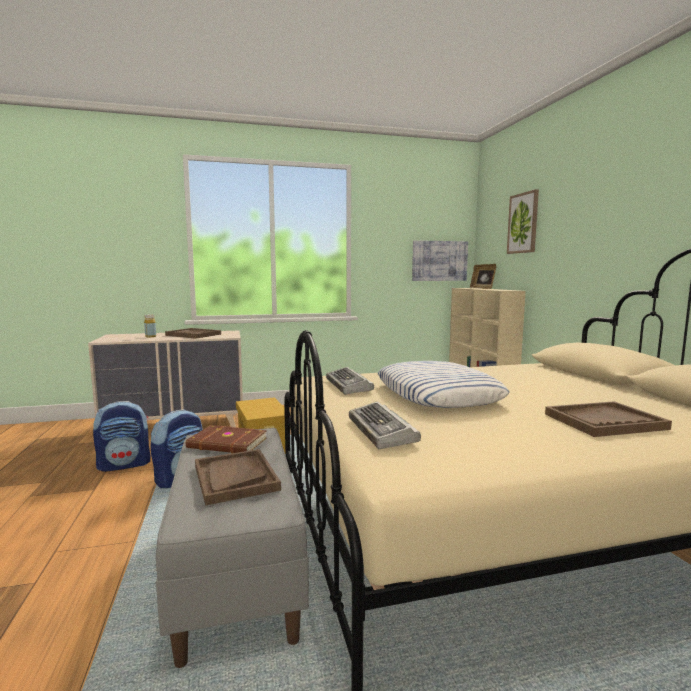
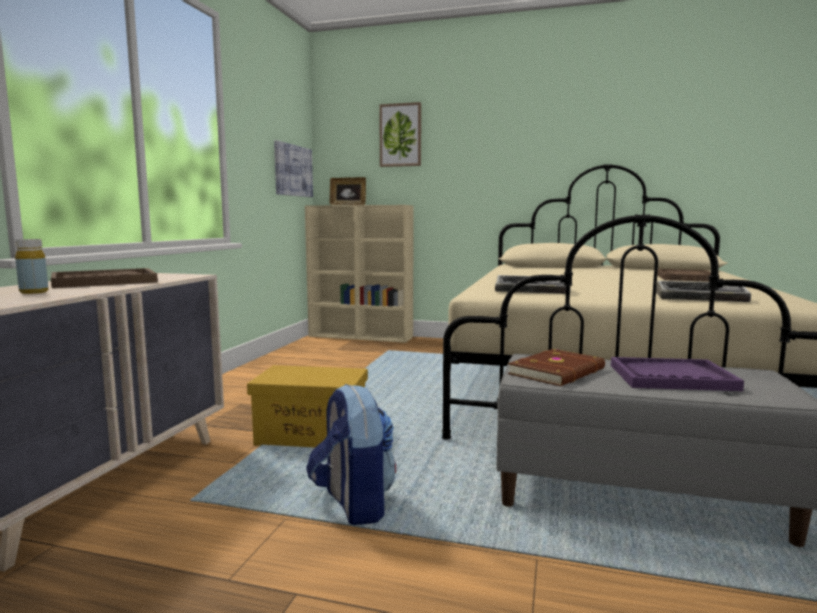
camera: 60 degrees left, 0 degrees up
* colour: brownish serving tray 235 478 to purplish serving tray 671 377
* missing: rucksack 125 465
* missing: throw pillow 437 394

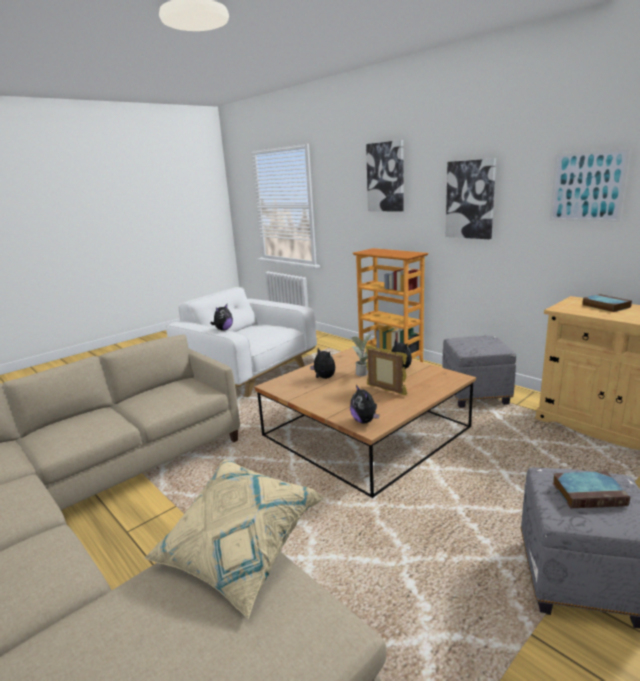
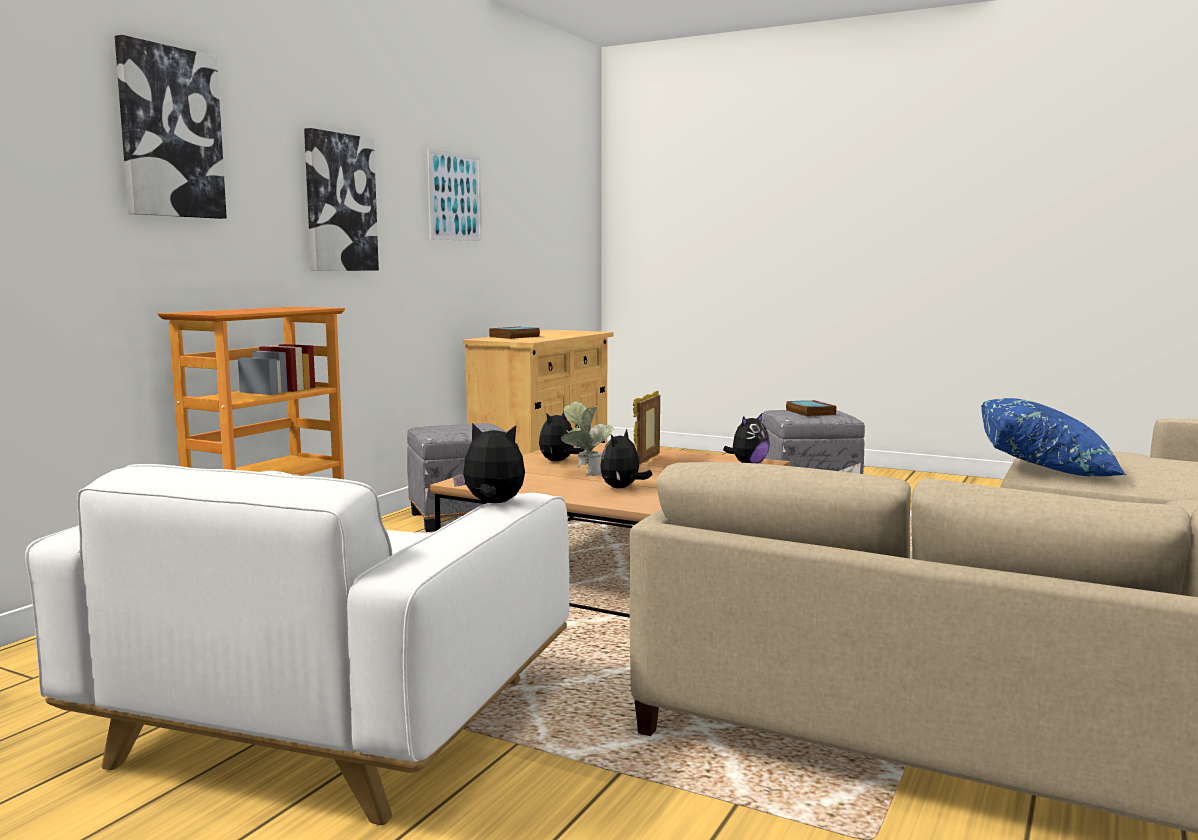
camera: 110 degrees left, 10 degrees down
* colour: sand-coloured throw pillow 236 553 to bluish throw pillow 1046 467

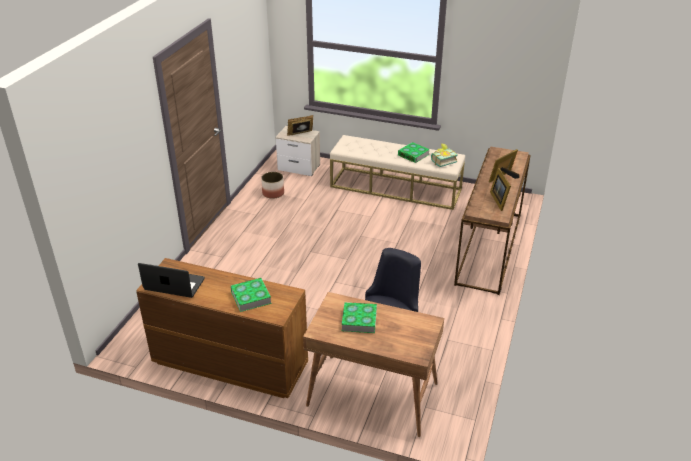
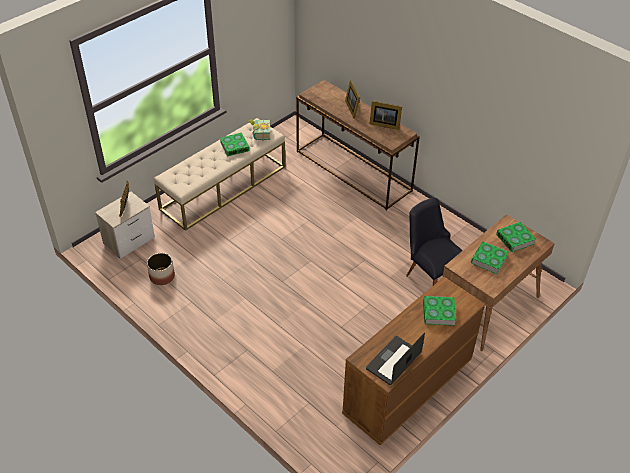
camera: 65 degrees left, 10 degrees up
* appeared: volume 515 239

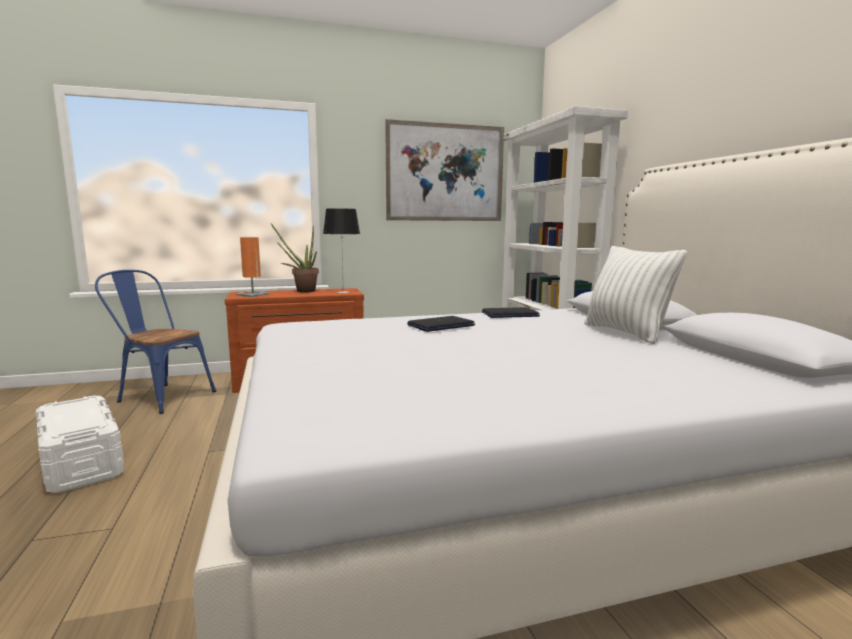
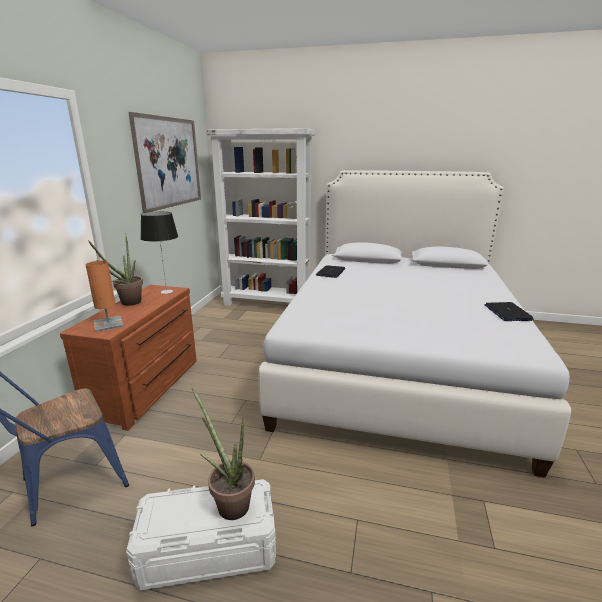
camera: 60 degrees left, 10 degrees up
* appeared: potted plant 229 502
* relocated: laptop 440 325 to 507 312
* missing: white-coloured throw pillow 626 333

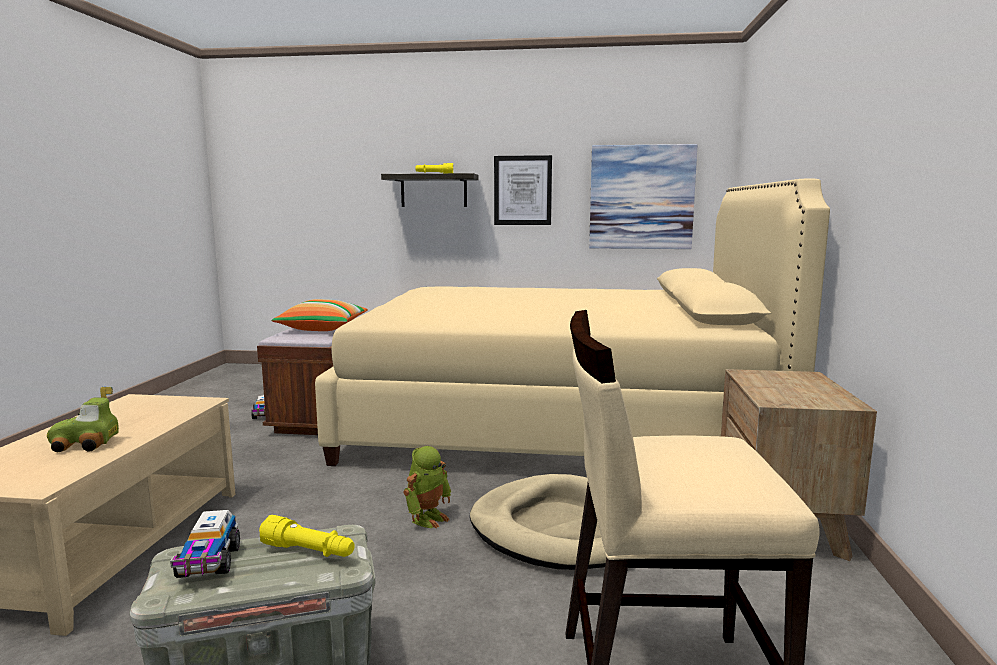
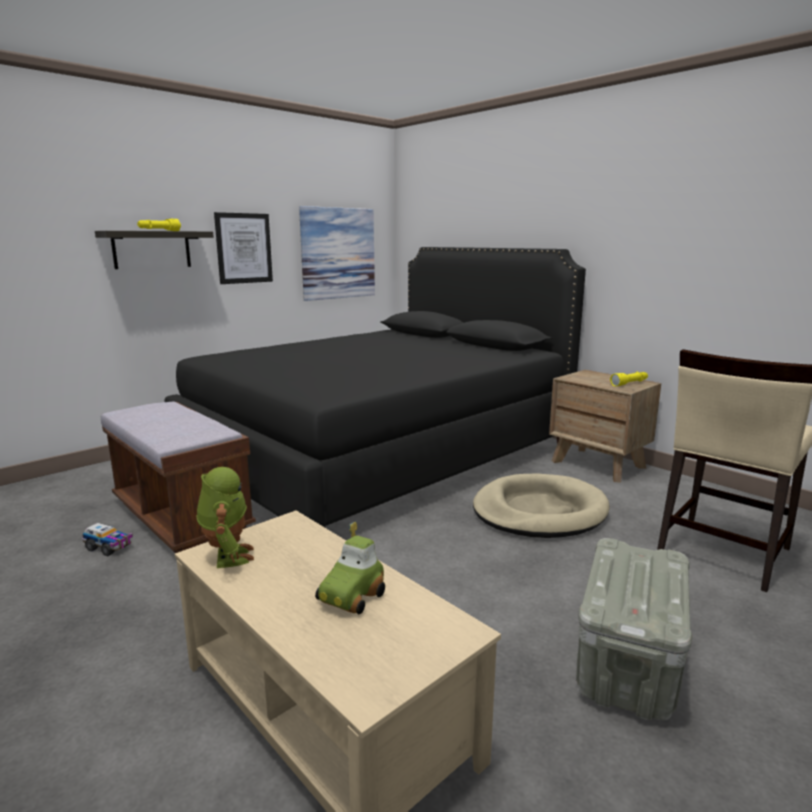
camera: 50 degrees left, 5 degrees up
* colour: sand-coloured sleeping bed 556 422 to black-coloured sleeping bed 379 453
* relocated: robot figure 428 518 to 227 556
* relocated: yellow-coloured torch 309 551 to 629 383
* missing: toy truck 208 562
* missing: throw pillow 322 328

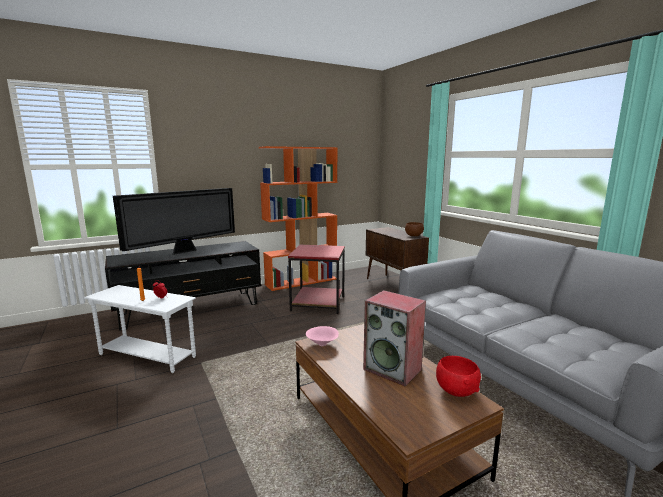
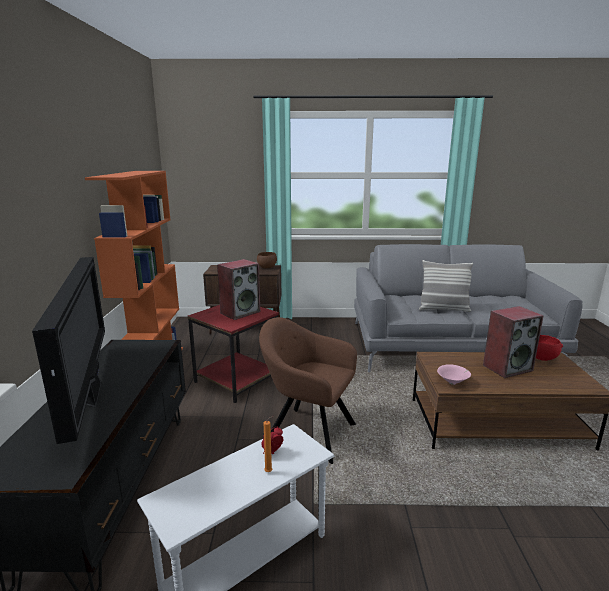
camera: 60 degrees left, 5 degrees up
* appeared: audio speaker 240 312
* appeared: brownish armchair 307 432
* appeared: throw pillow 443 309

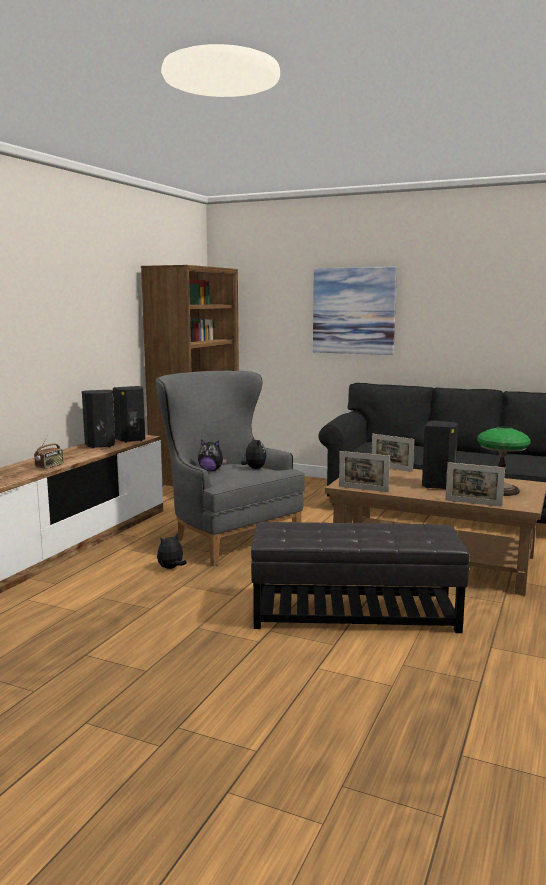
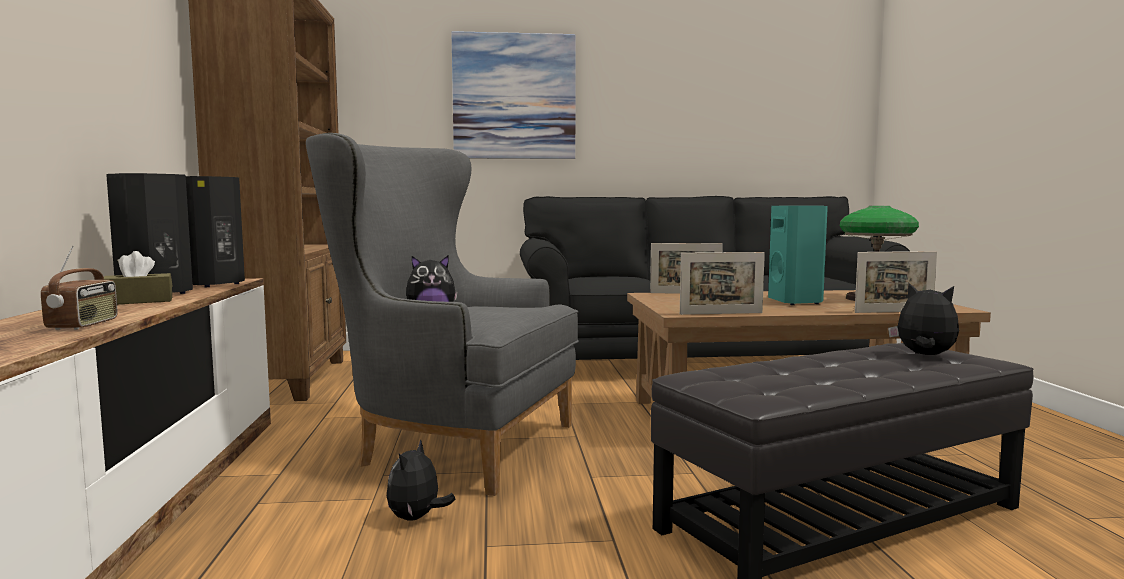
camera: 30 degrees left, 5 degrees down
* appeared: brownish tissue holder 138 301
* colour: black-coloured audio speaker 438 486 to turquoise-coloured audio speaker 797 302
* relocated: plush toy 254 468 to 924 355

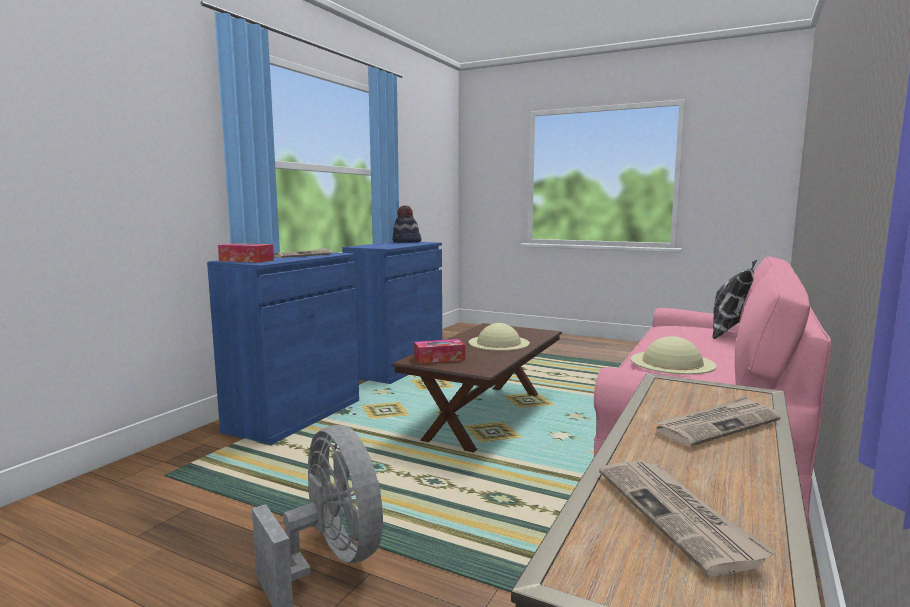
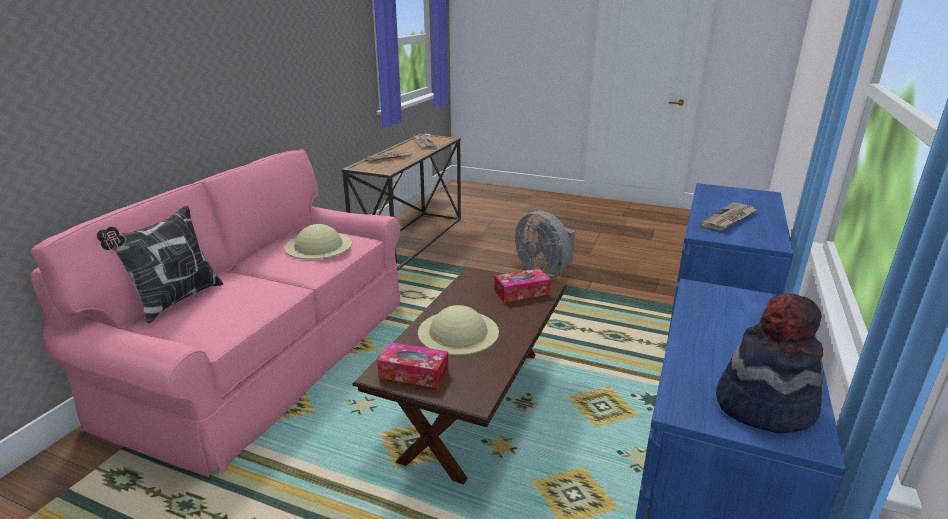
camera: 175 degrees right, 15 degrees up
* relocated: tissue holder 246 260 to 413 373

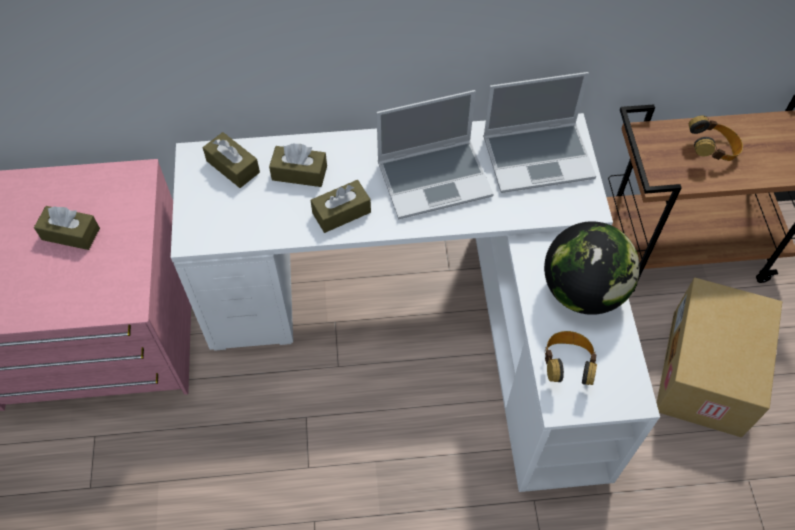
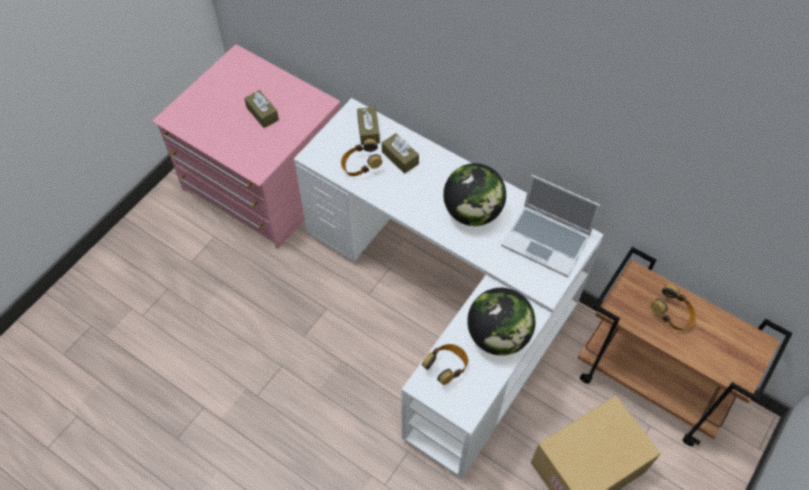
camera: 40 degrees right, 0 degrees up
* appeared: pair of headphones 360 166
* exchanged: laptop 435 178 to world globe 472 212
* missing: brownish tissue holder 341 212

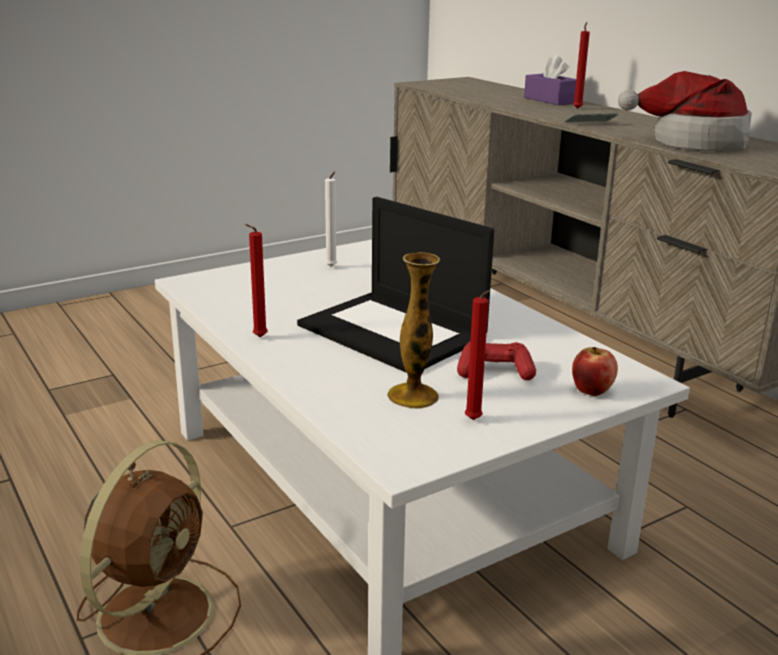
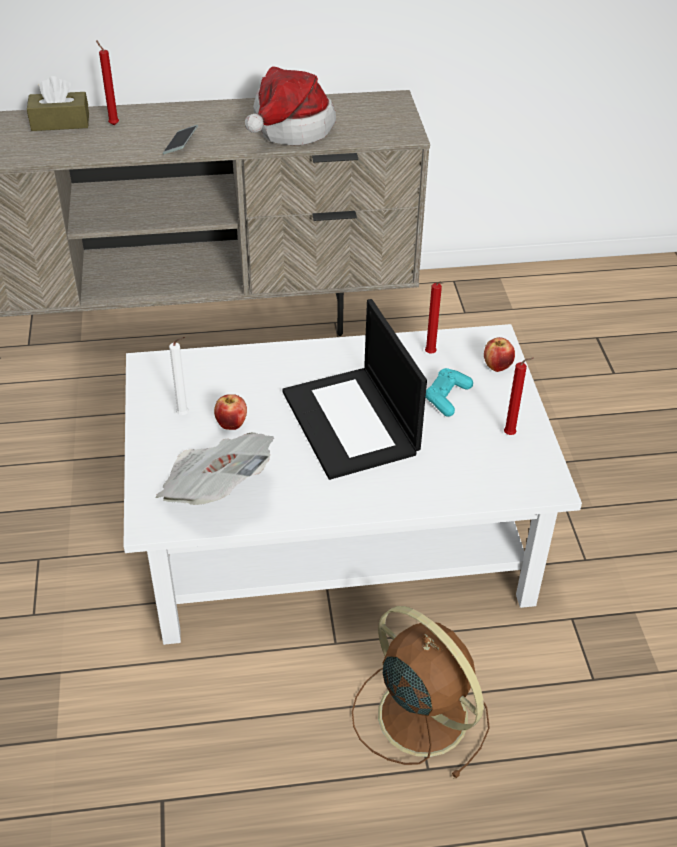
camera: 65 degrees left, 20 degrees up
* colour: purplish tissue holder 550 100 to brownish tissue holder 60 122
* appeared: printed paper 215 489
* appeared: whole apple 232 424
* spun: laptop 394 332 = 352 423 90 degrees clockwise
* relocated: red candle 258 338 to 431 354
* colour: red joypad 495 371 to turquoise-coloured joypad 447 397
* missing: vase 412 396

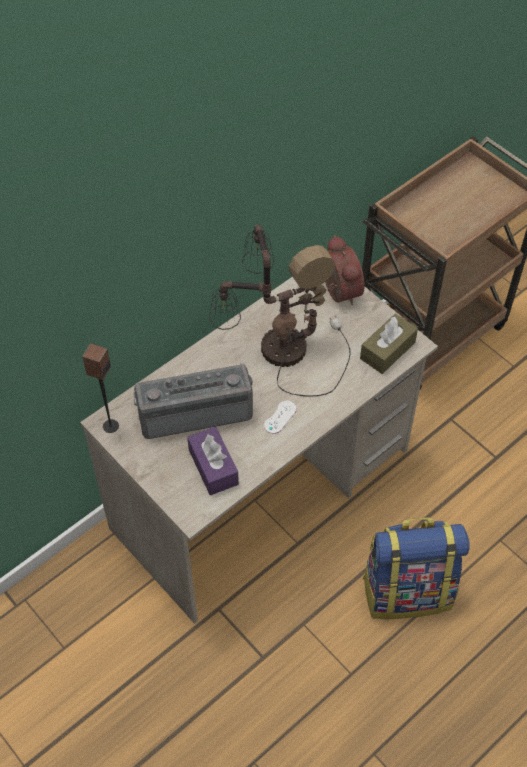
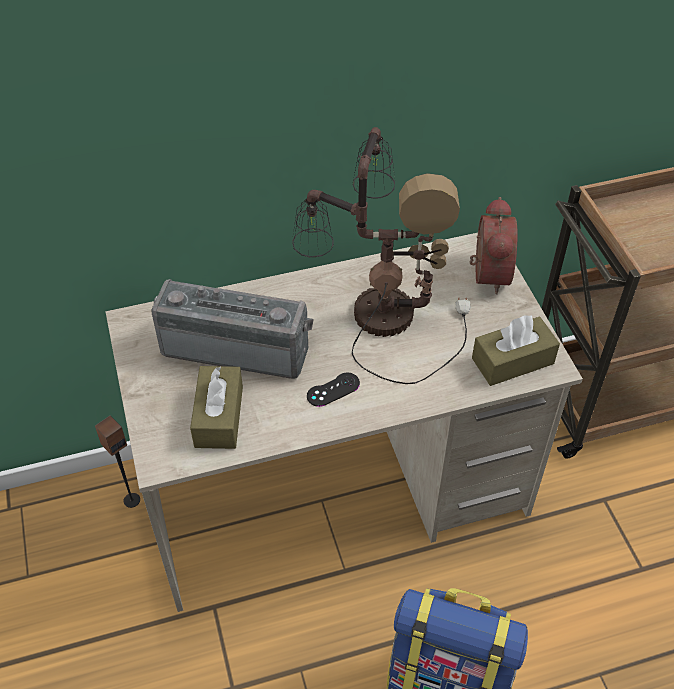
camera: 25 degrees right, 5 degrees down
* relocated: audio speaker 110 426 to 131 500
* colour: purplish tissue holder 213 467 to brownish tissue holder 219 416
* colour: white-coloured joypad 280 417 to black-coloured joypad 333 390

